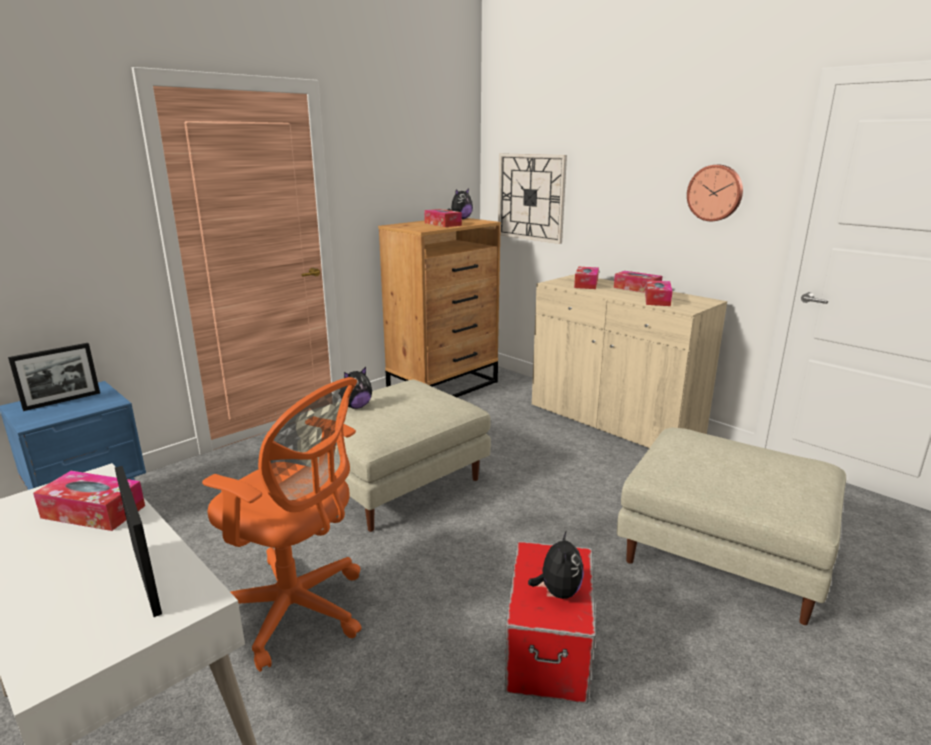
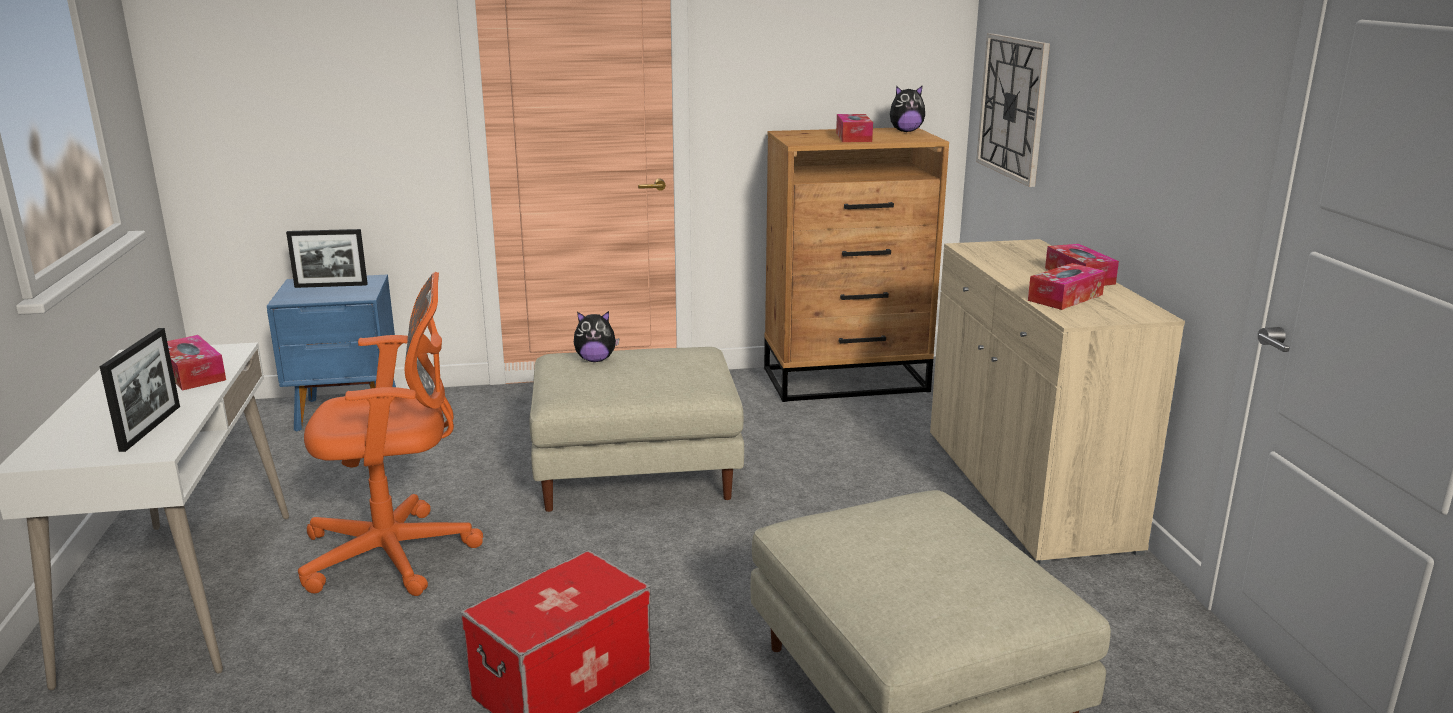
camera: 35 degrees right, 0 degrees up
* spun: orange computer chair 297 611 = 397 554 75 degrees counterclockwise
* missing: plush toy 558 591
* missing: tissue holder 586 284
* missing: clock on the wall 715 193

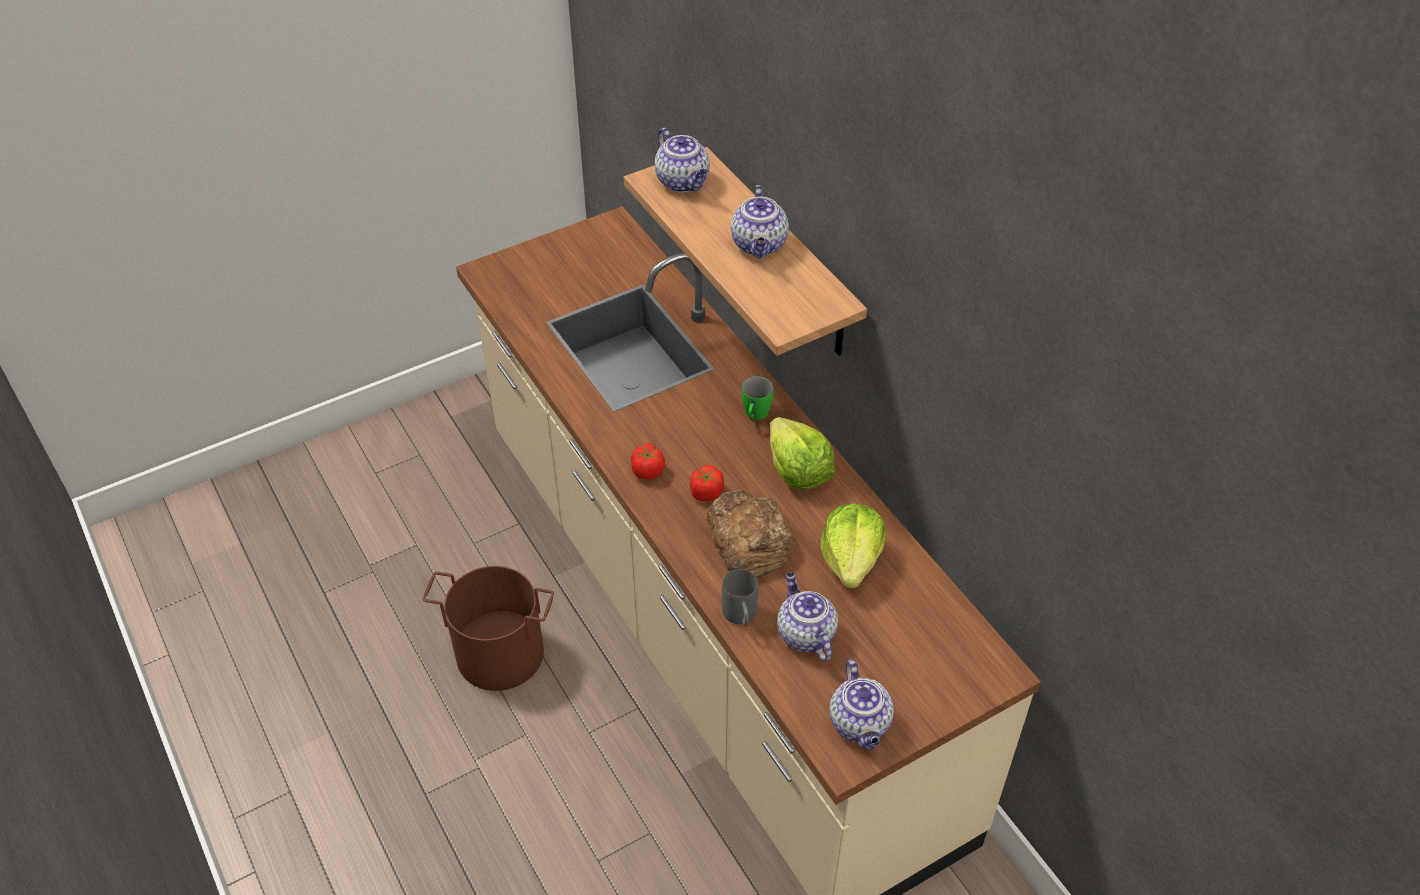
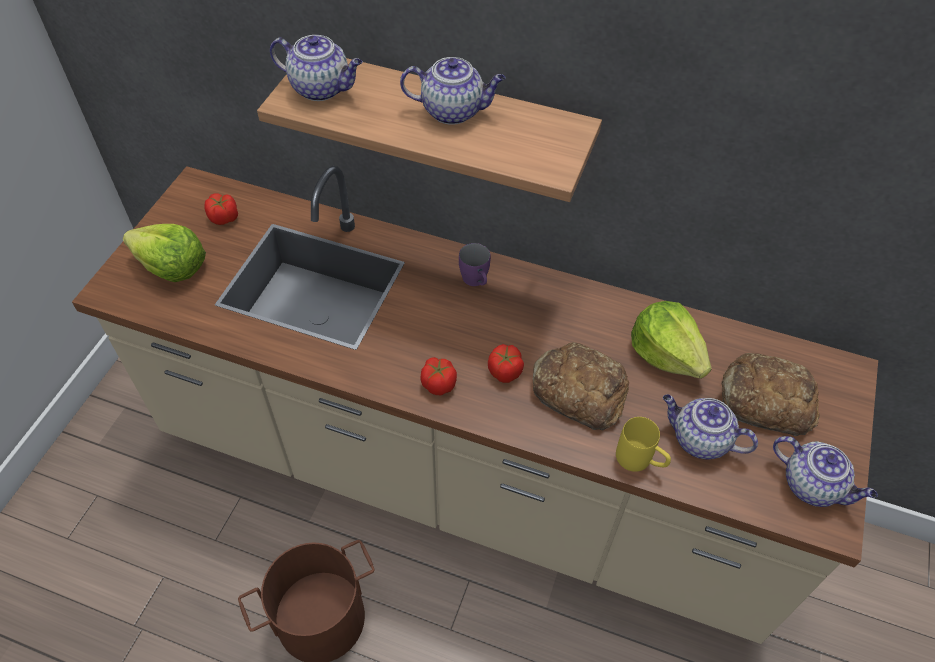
camera: 40 degrees left, 5 degrees up
* relocated: lettuce head 798 470 to 172 267
* appeared: fresh tomato 224 218
* spun: tea pot 759 245 = 454 111 45 degrees counterclockwise
* colour: green-coloured tea mug 755 415 to purplish tea mug 476 282
* colour: greyish tea mug 741 617 to yellow-coloured tea mug 640 461
* appeared: baked bread 765 399

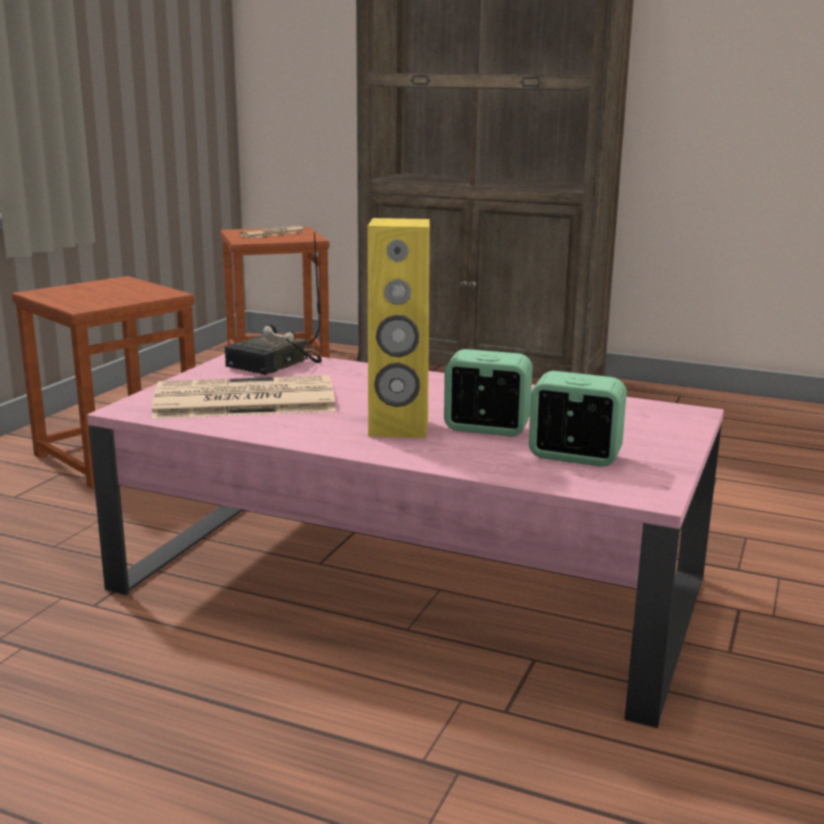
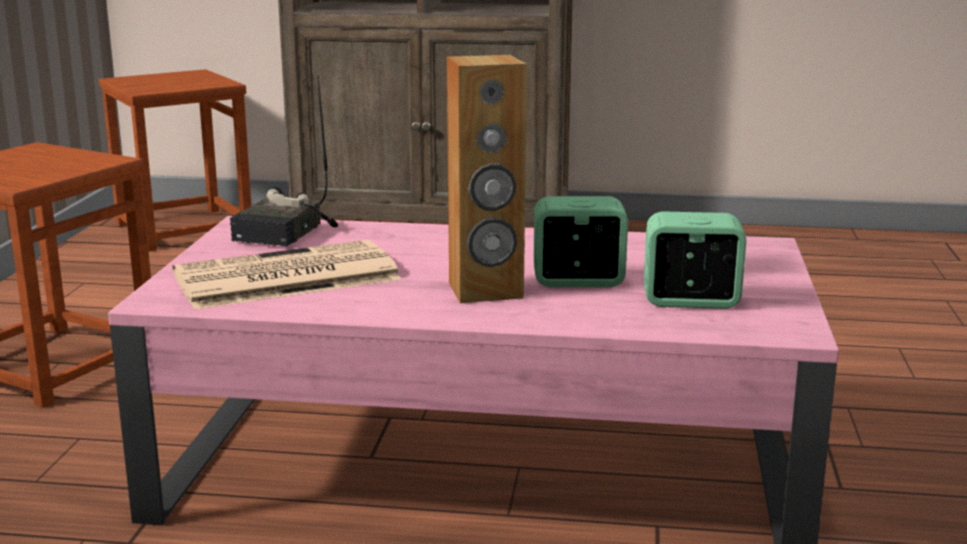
camera: 15 degrees left, 0 degrees up
* colour: yellow-coloured audio speaker 398 428 to brownish audio speaker 486 291
* missing: printed paper 273 234

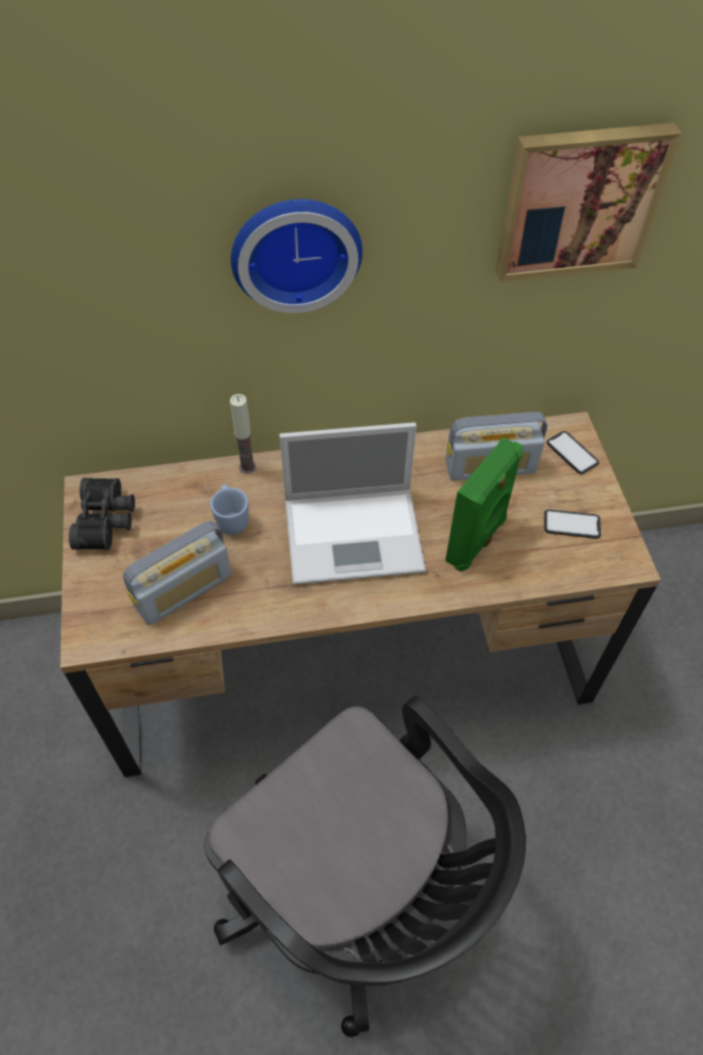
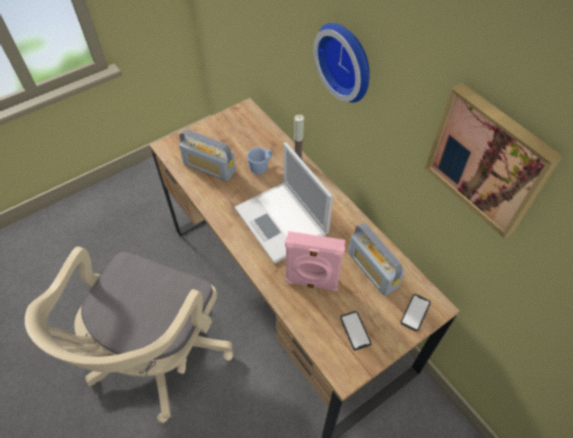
camera: 65 degrees right, 0 degrees up
* colour: black-coloured computer chair 355 895 to sand-coloured computer chair 157 356
* colour: green-coloured audio speaker 477 541 to pink-coloured audio speaker 311 282
* missing: black-coloured field glasses 107 520

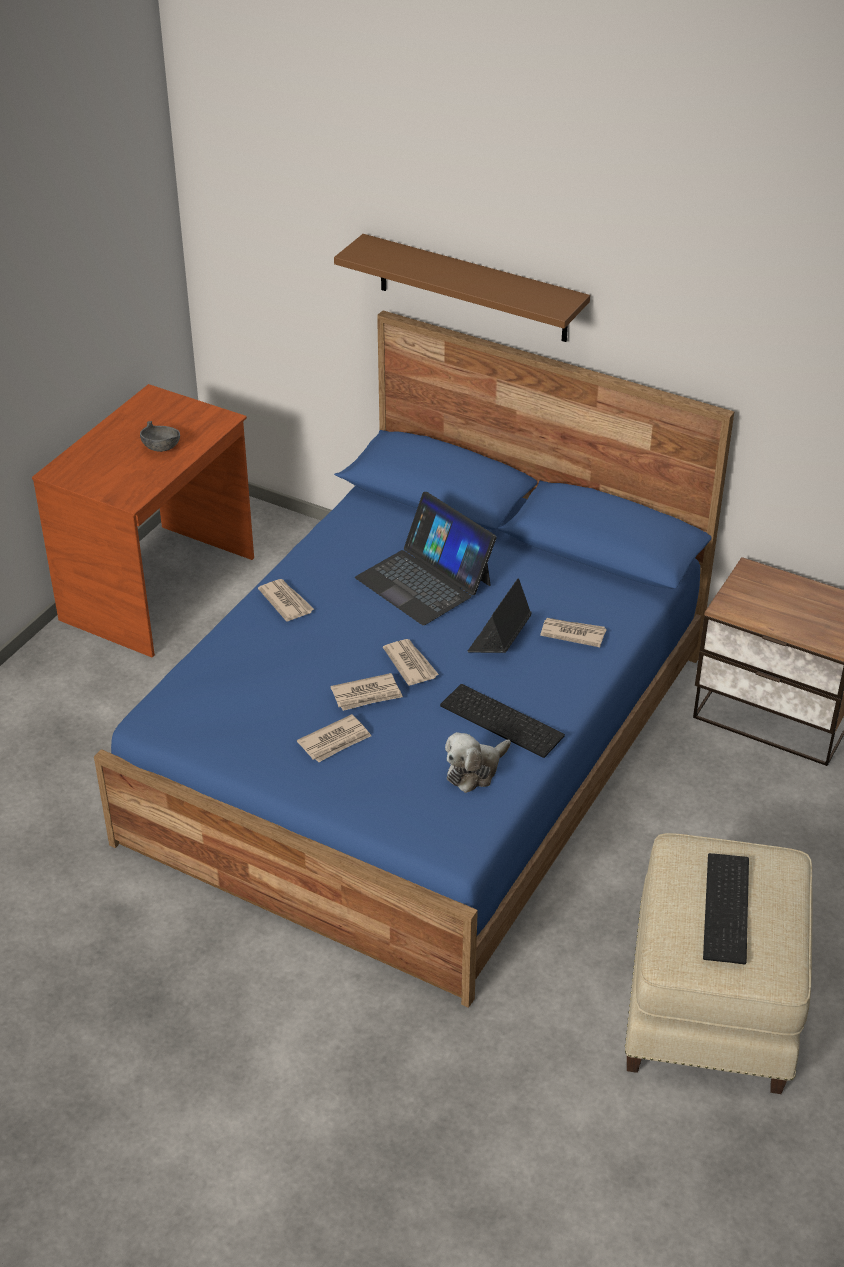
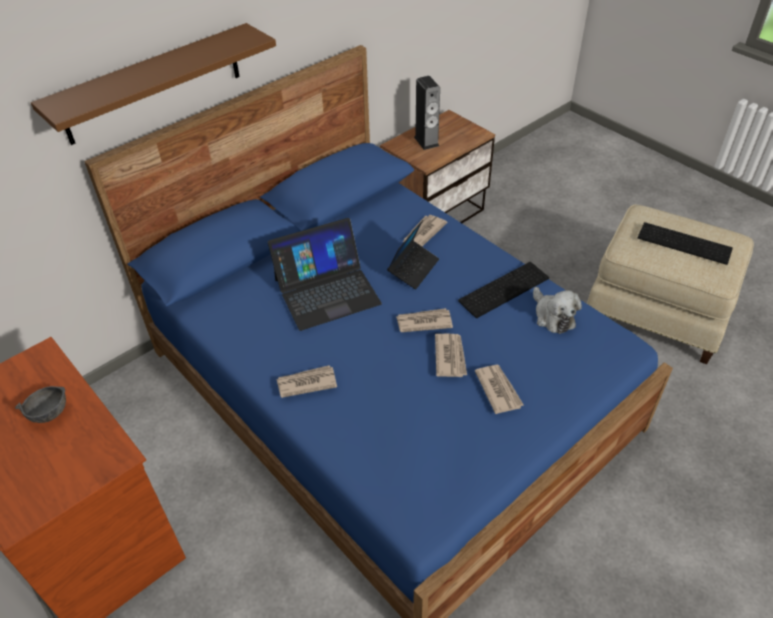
camera: 70 degrees left, 5 degrees up
* spun: laptop 499 639 = 413 268 105 degrees counterclockwise
* appeared: audio speaker 426 141

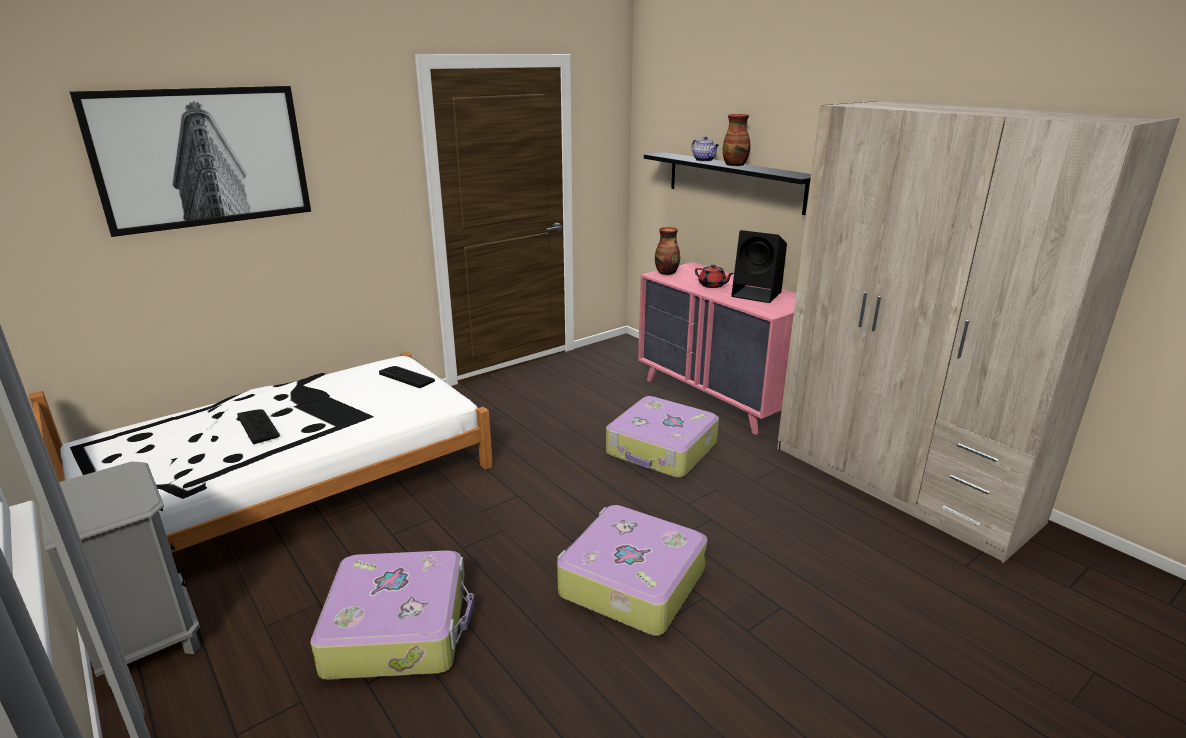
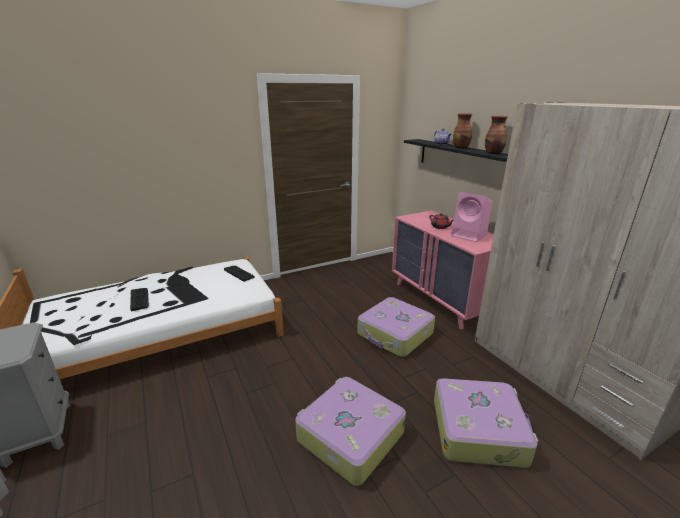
camera: 10 degrees right, 0 degrees up
* relocated: suitcase 399 628 to 479 430
* colour: black-coloured audio speaker 758 294 to pink-coloured audio speaker 470 235
* relocated: vase 667 273 to 494 153
* missing: wall art 203 158

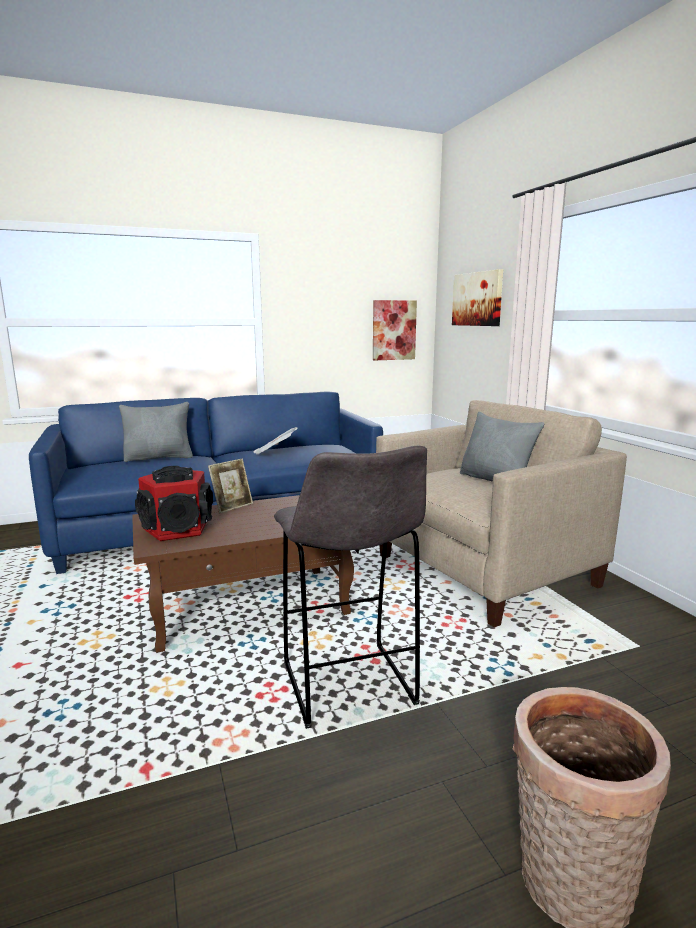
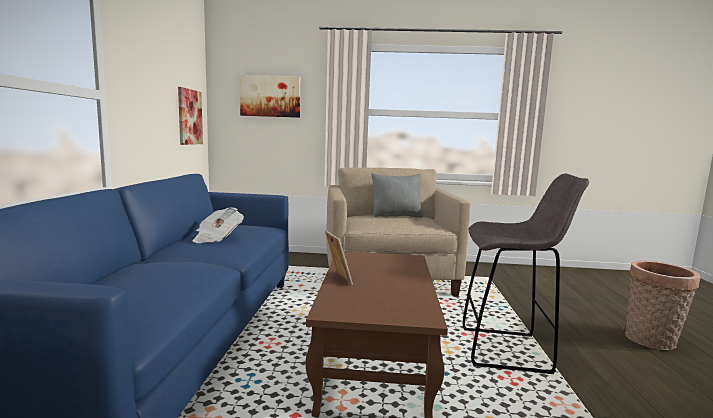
camera: 65 degrees left, 5 degrees down
* missing: greyish throw pillow 159 458
* missing: audio speaker 178 529

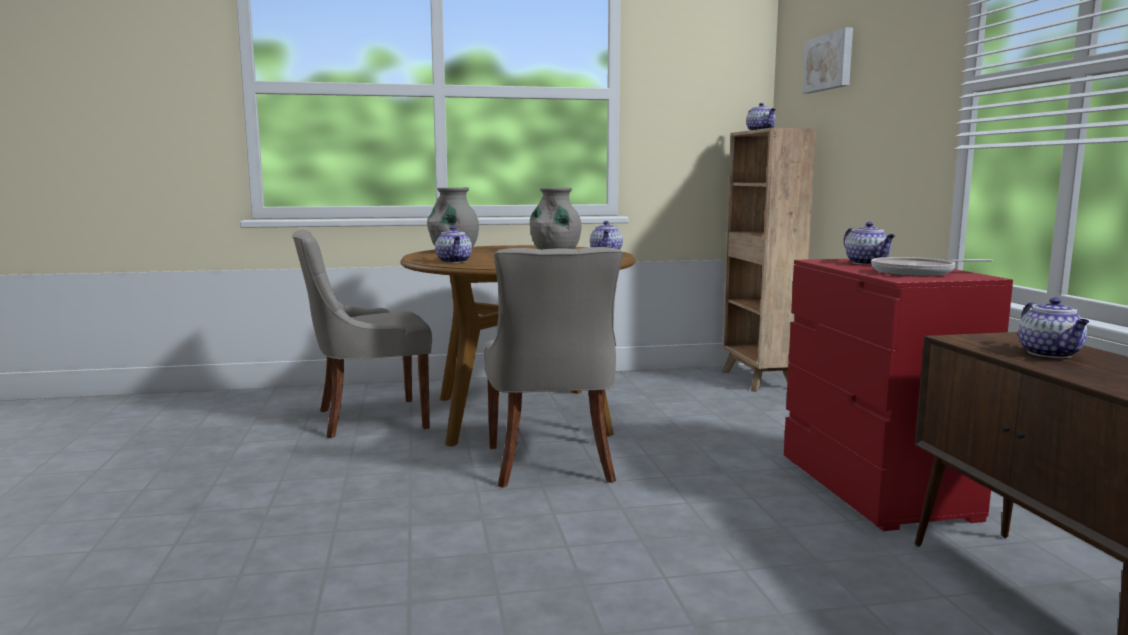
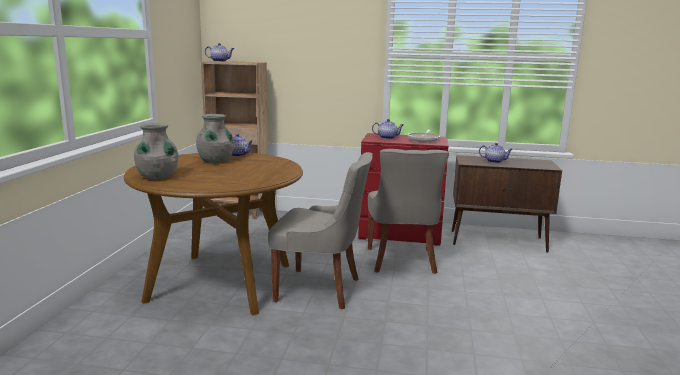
camera: 70 degrees left, 5 degrees up
* relocated: greyish plain chair 369 419 to 402 261
* missing: tea pot 454 261
* missing: wall art 829 62

